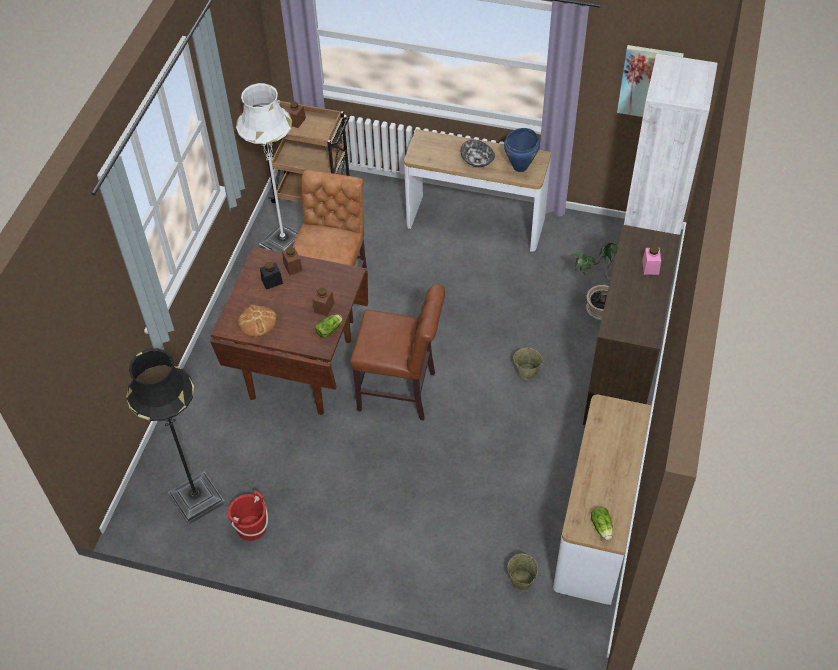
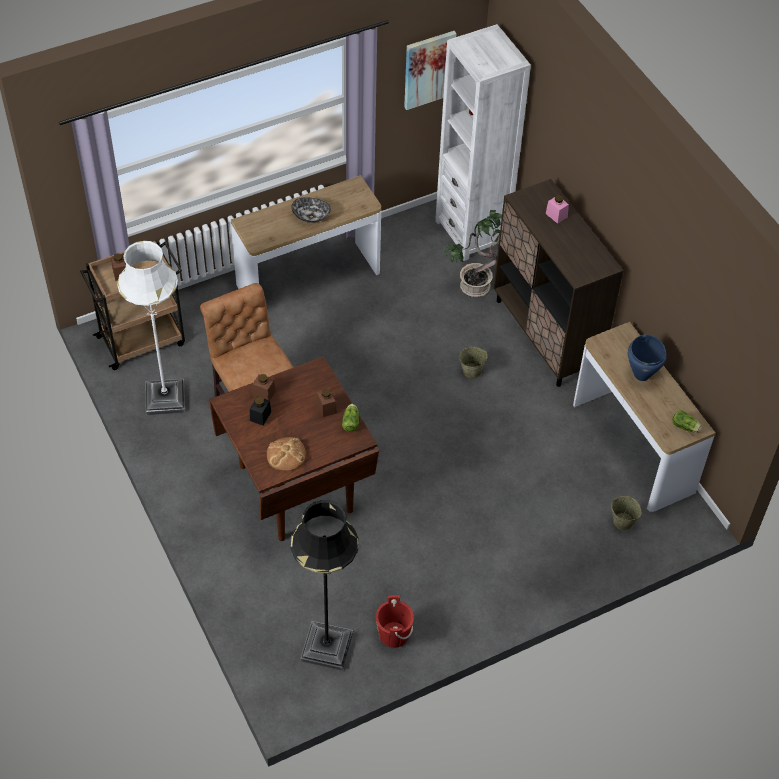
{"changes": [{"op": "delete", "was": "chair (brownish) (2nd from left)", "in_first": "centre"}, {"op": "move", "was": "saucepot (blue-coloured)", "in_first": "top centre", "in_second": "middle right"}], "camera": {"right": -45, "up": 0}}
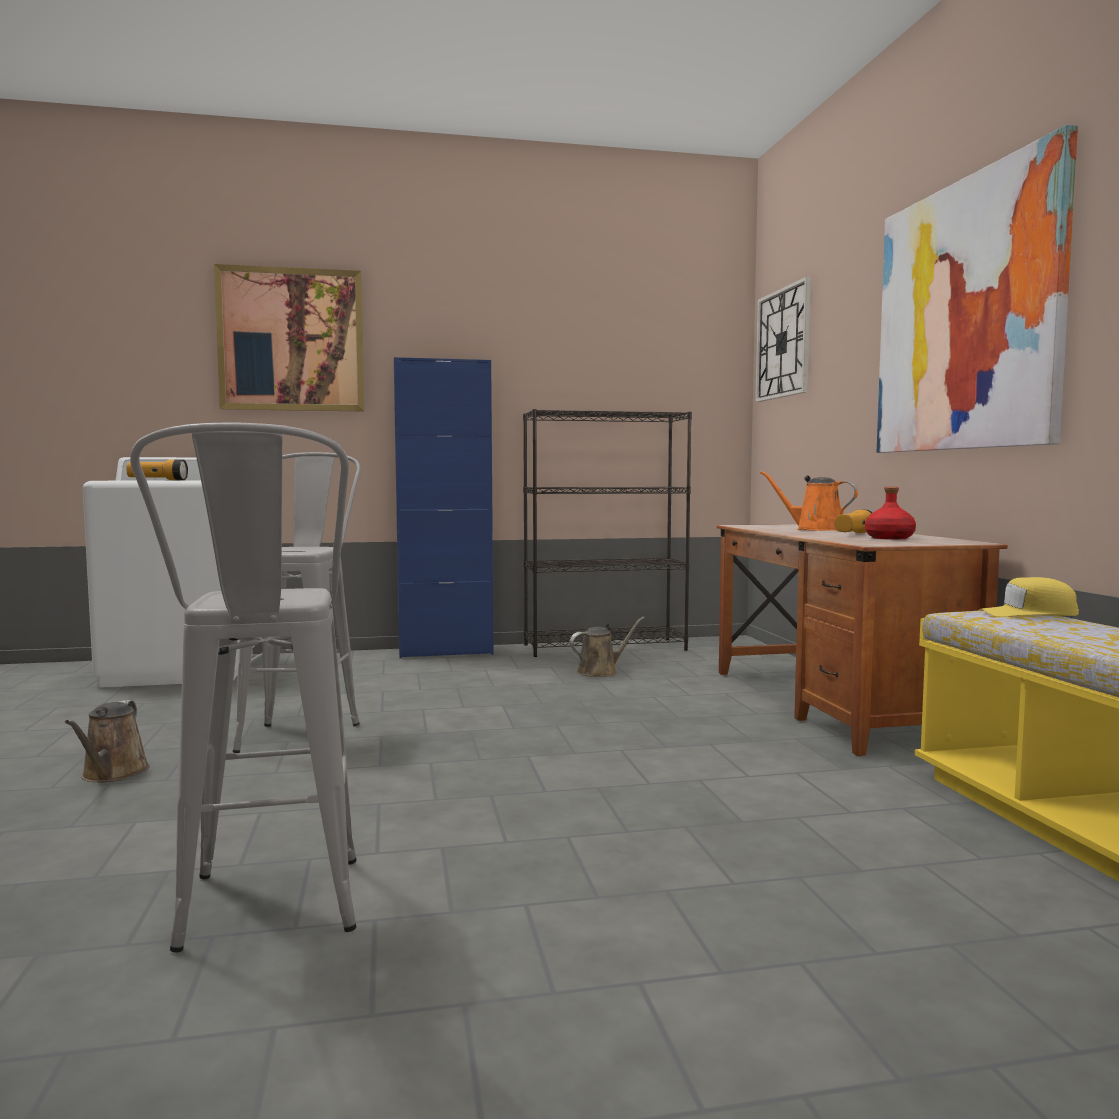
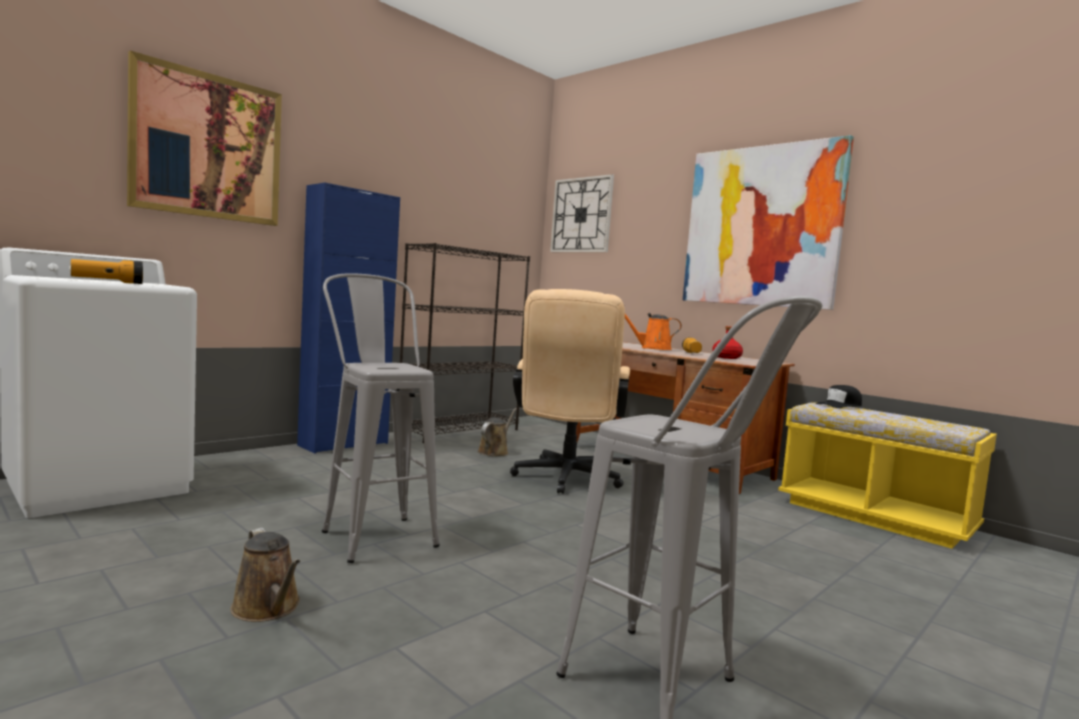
{"changes": [{"op": "insert", "now": "computer chair (beige)", "in_second": "centre"}, {"op": "recolor", "was": "cap (yellow)", "now": "cap (black)", "in_first": "middle right", "in_second": "middle right"}], "camera": {"right": -35, "up": 0}}
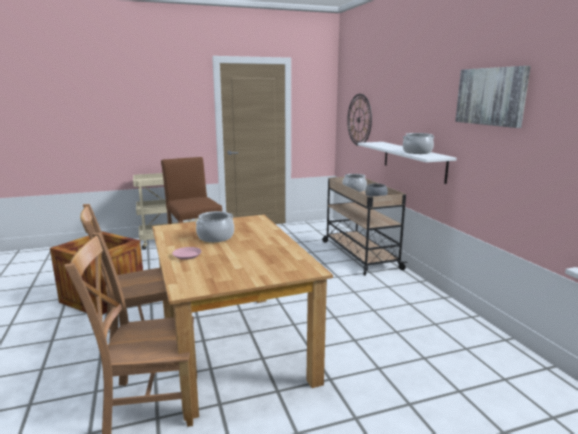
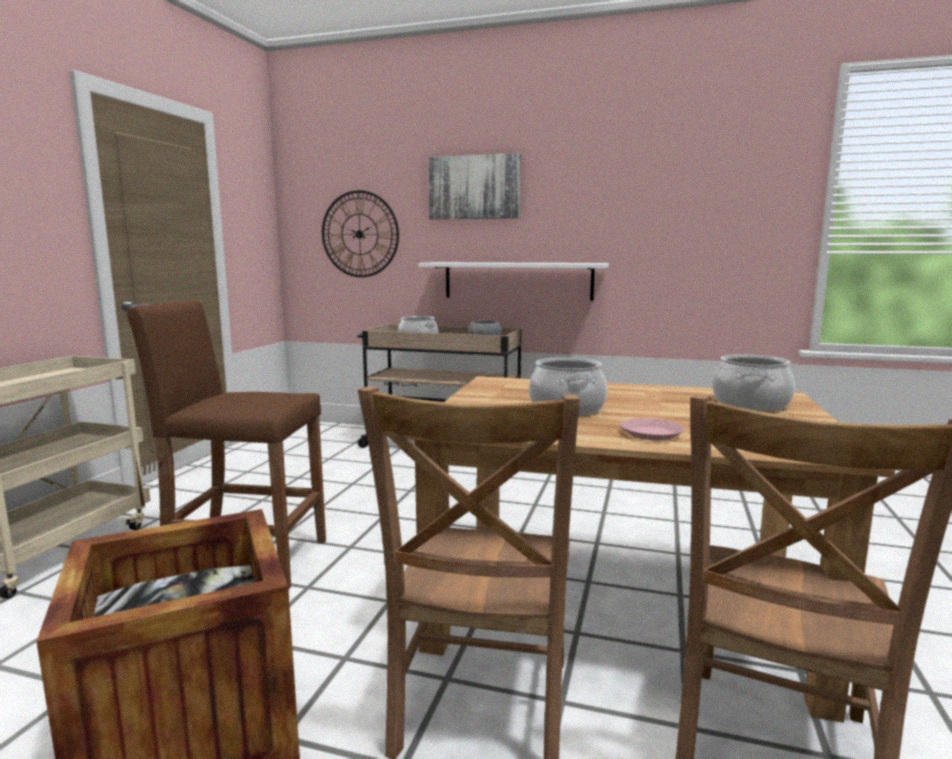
{"changes": [{"op": "move", "was": "saucepot (3rd from left)", "in_first": "top right", "in_second": "middle right"}, {"op": "move", "was": "wall art", "in_first": "top right", "in_second": "top centre"}], "camera": {"right": -55, "up": -5}}
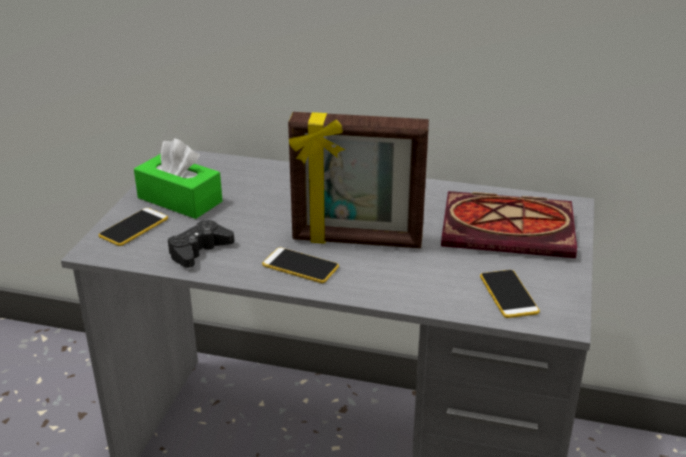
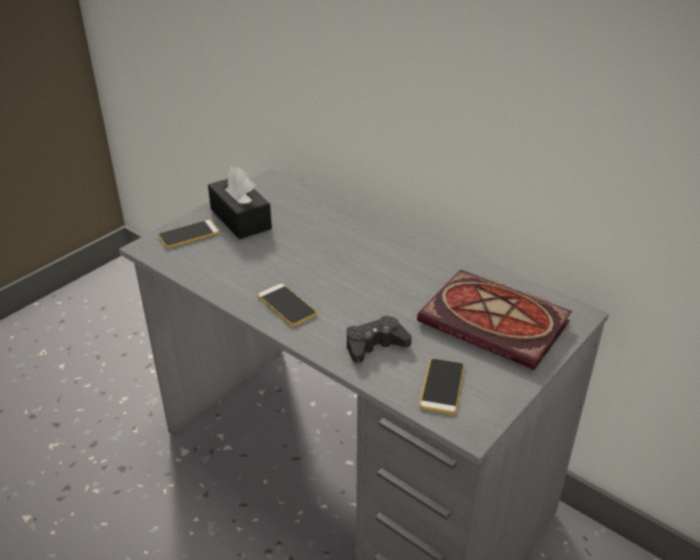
{"changes": [{"op": "delete", "was": "standing frame", "in_first": "centre"}, {"op": "move", "was": "gamepad (black)", "in_first": "middle left", "in_second": "centre"}, {"op": "recolor", "was": "tissue box (green-coloured)", "now": "tissue box (black)", "in_first": "middle left", "in_second": "centre"}], "camera": {"right": 25, "up": 5}}
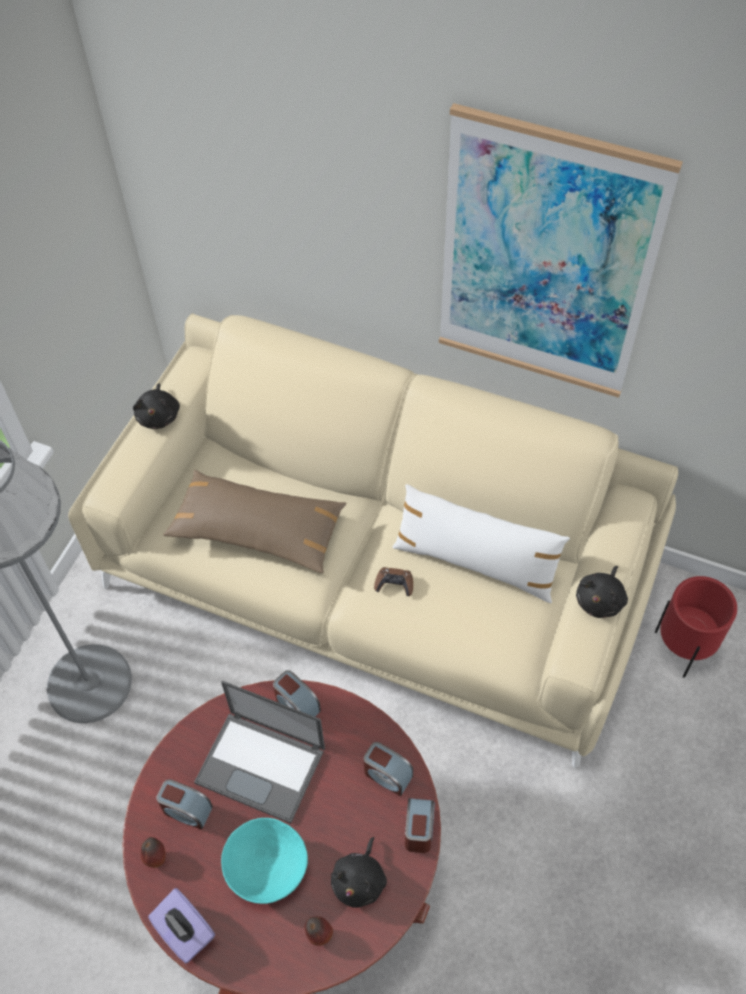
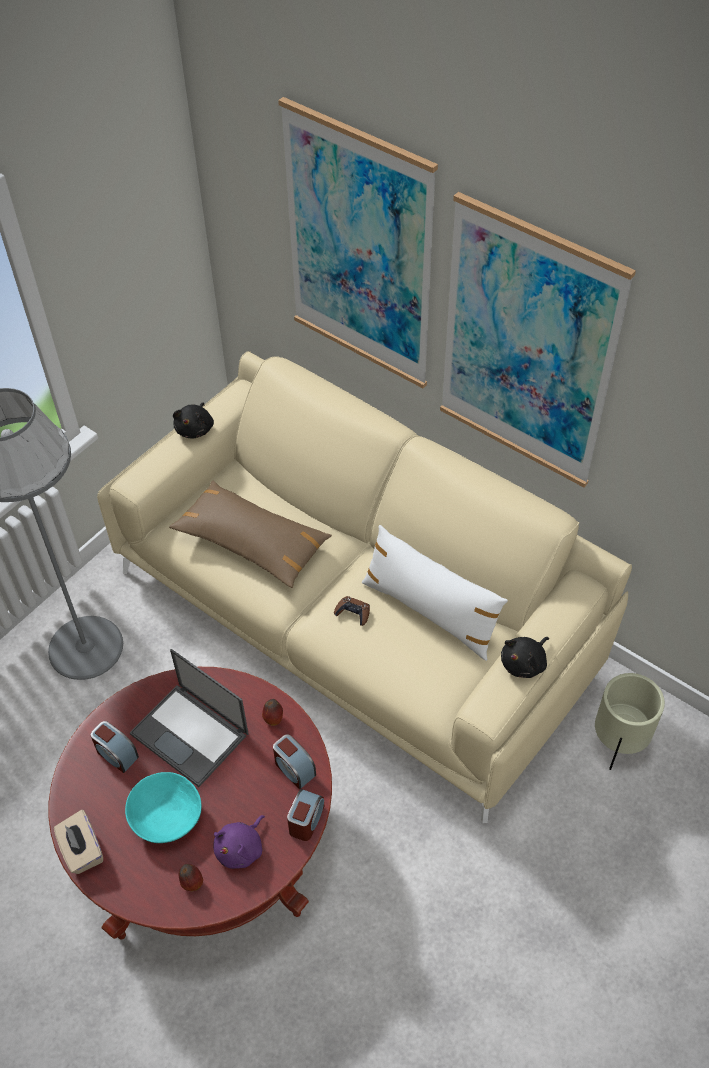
{"changes": [{"op": "delete", "was": "table clock (2nd from left)", "in_first": "bottom centre"}, {"op": "insert", "now": "wall art (1st from left)", "in_second": "top centre"}, {"op": "move", "was": "apple fruit (1st from left in the first image)", "now": "apple fruit (2nd from left)", "in_first": "bottom left", "in_second": "bottom centre"}, {"op": "recolor", "was": "tissue box (purple-coloured)", "now": "tissue box (beige)", "in_first": "bottom left", "in_second": "bottom left"}, {"op": "recolor", "was": "plush toy (black) (2nd from left)", "now": "plush toy (purple-coloured)", "in_first": "bottom centre", "in_second": "bottom centre"}, {"op": "recolor", "was": "flower pot (red-coloured)", "now": "flower pot (beige)", "in_first": "middle right", "in_second": "bottom right"}], "camera": {"right": 15, "up": -5}}
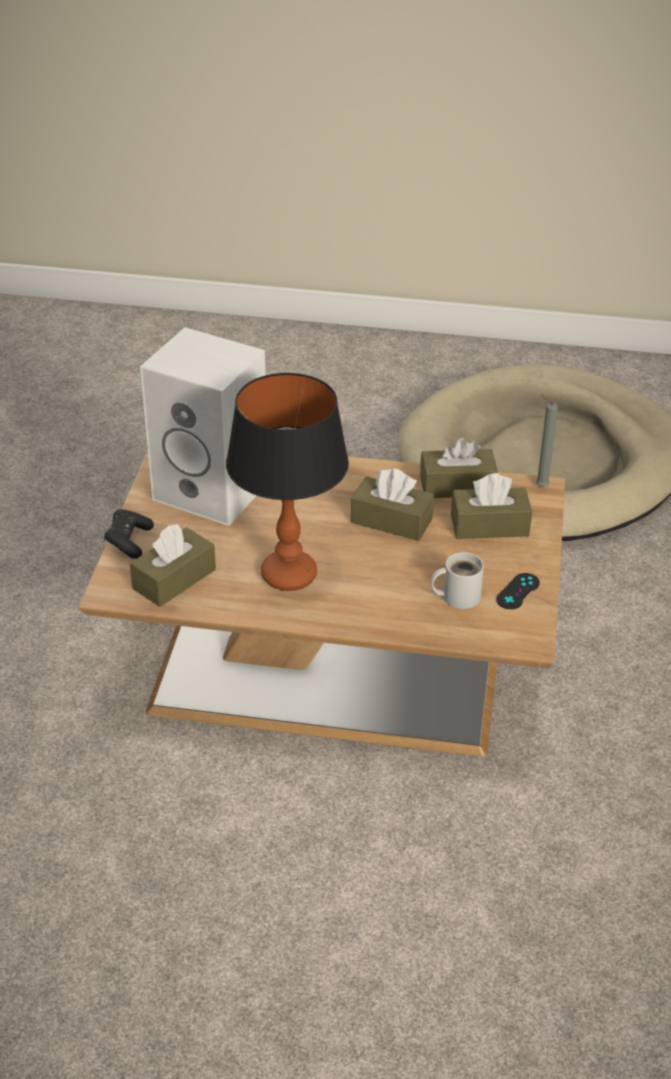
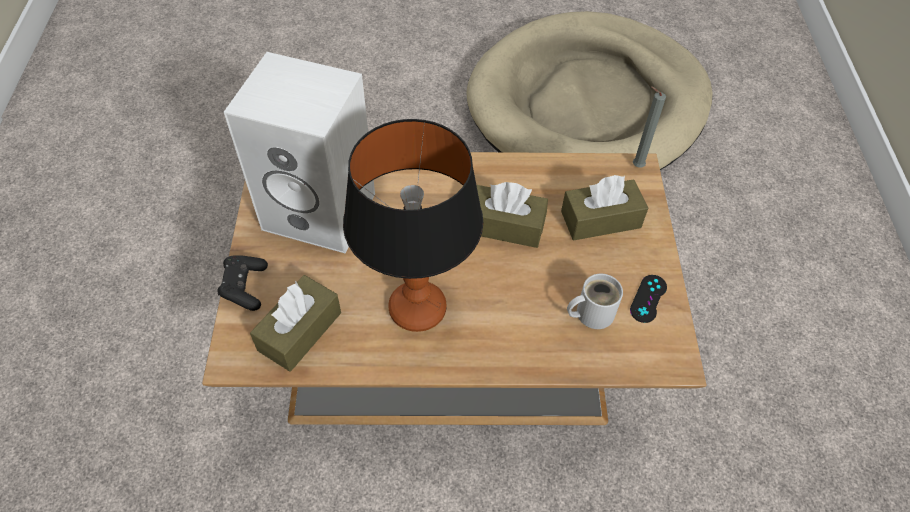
{"changes": [{"op": "delete", "was": "tissue box (brownish) (3rd from left)", "in_first": "middle right"}], "camera": {"right": -10, "up": 15}}
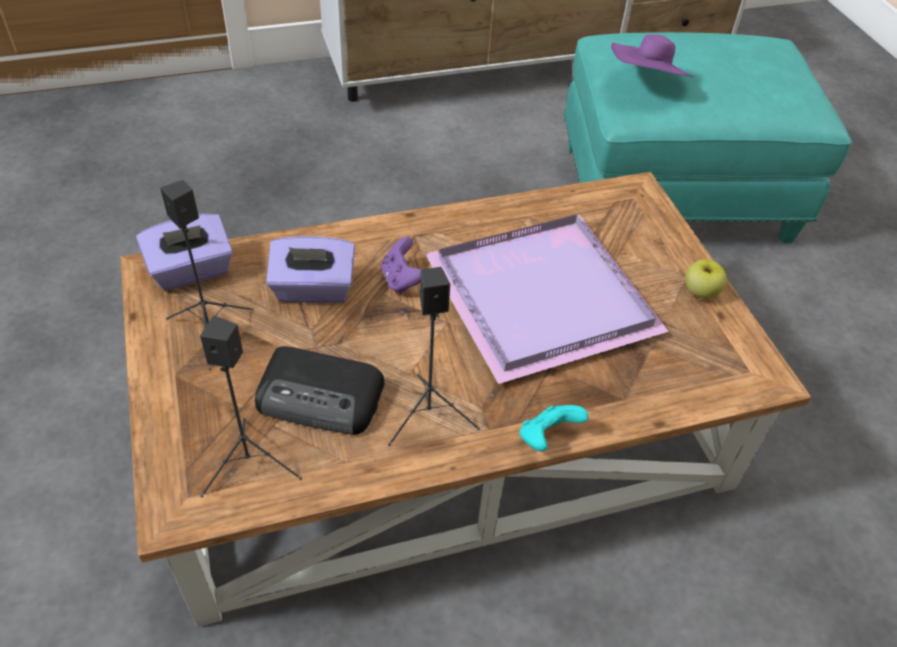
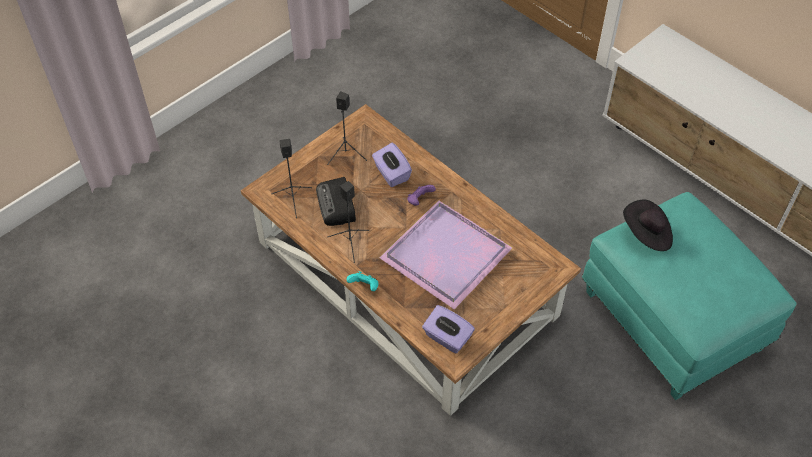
{"changes": [{"op": "delete", "was": "apple fruit", "in_first": "middle right"}, {"op": "move", "was": "tissue box (purple-coloured) (1st from left in the first image)", "now": "tissue box (purple-coloured) (2nd from left)", "in_first": "middle left", "in_second": "bottom centre"}, {"op": "recolor", "was": "clothing hat (purple-coloured)", "now": "clothing hat (black)", "in_first": "top right", "in_second": "middle right"}], "camera": {"right": 65, "up": 5}}
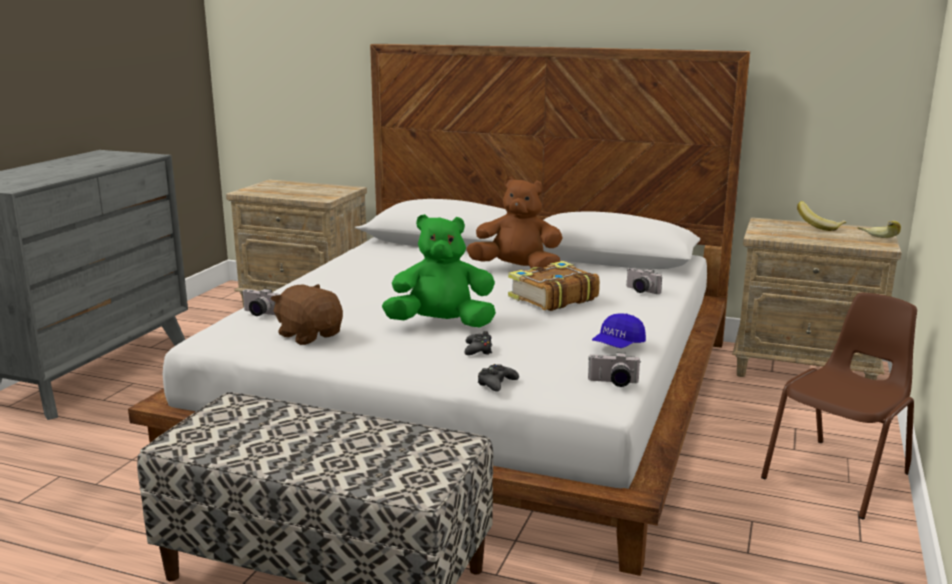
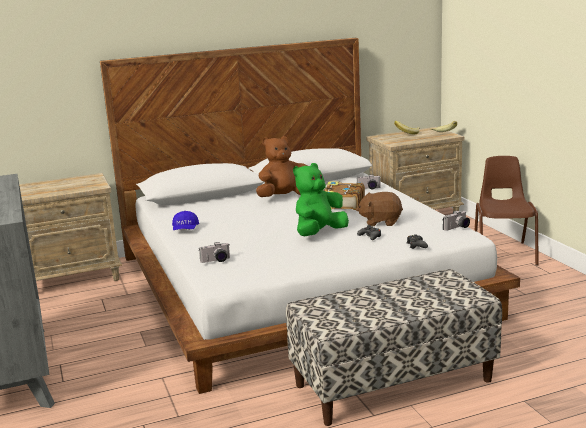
{"changes": [{"op": "move", "was": "plush toy (brownish) (1st from left in the first image)", "now": "plush toy (brownish) (2nd from left)", "in_first": "middle left", "in_second": "centre"}, {"op": "move", "was": "cap (blue-coloured)", "in_first": "centre", "in_second": "middle left"}], "camera": {"right": -40, "up": 0}}
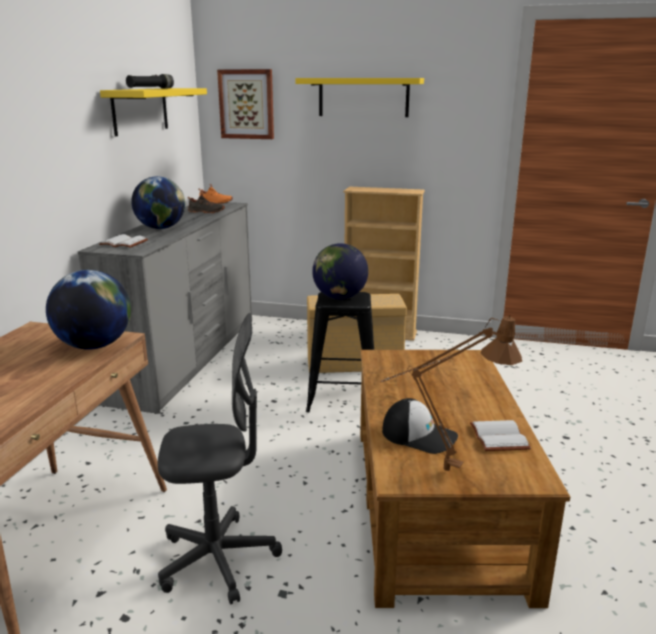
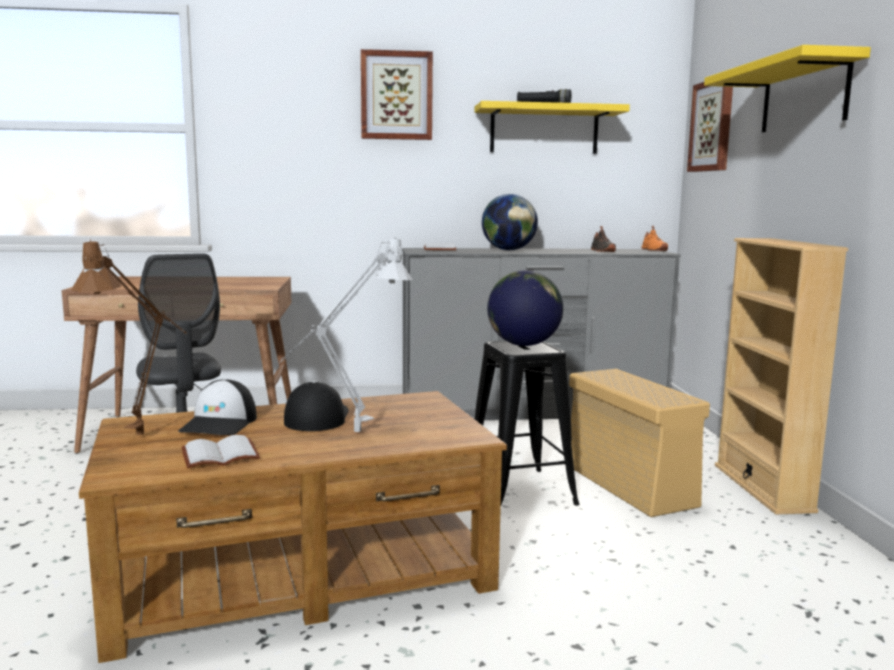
{"changes": [{"op": "delete", "was": "globe (1st from left)", "in_first": "middle left"}, {"op": "insert", "now": "lamp for a table (gray)", "in_second": "centre"}, {"op": "insert", "now": "cap (2nd from left)", "in_second": "centre"}, {"op": "insert", "now": "wall art (1st from left)", "in_second": "top centre"}], "camera": {"right": 70, "up": -10}}
